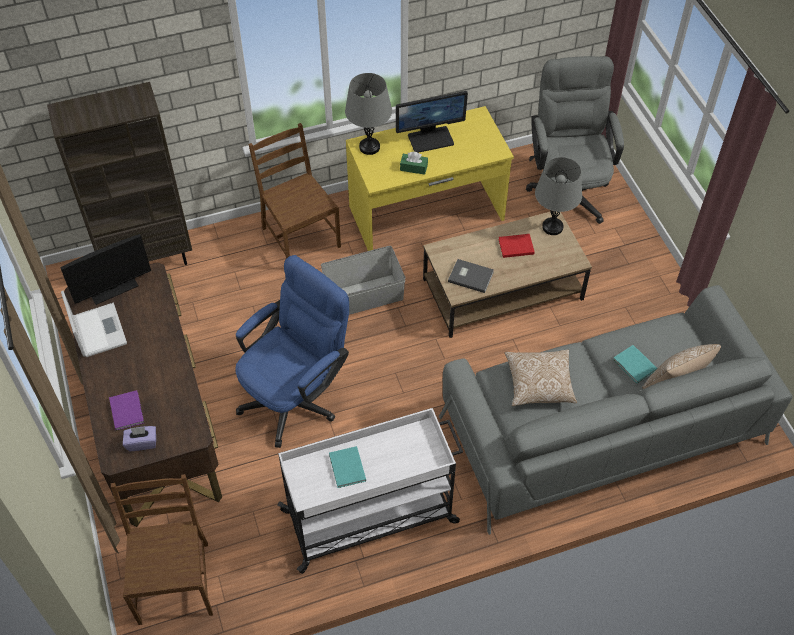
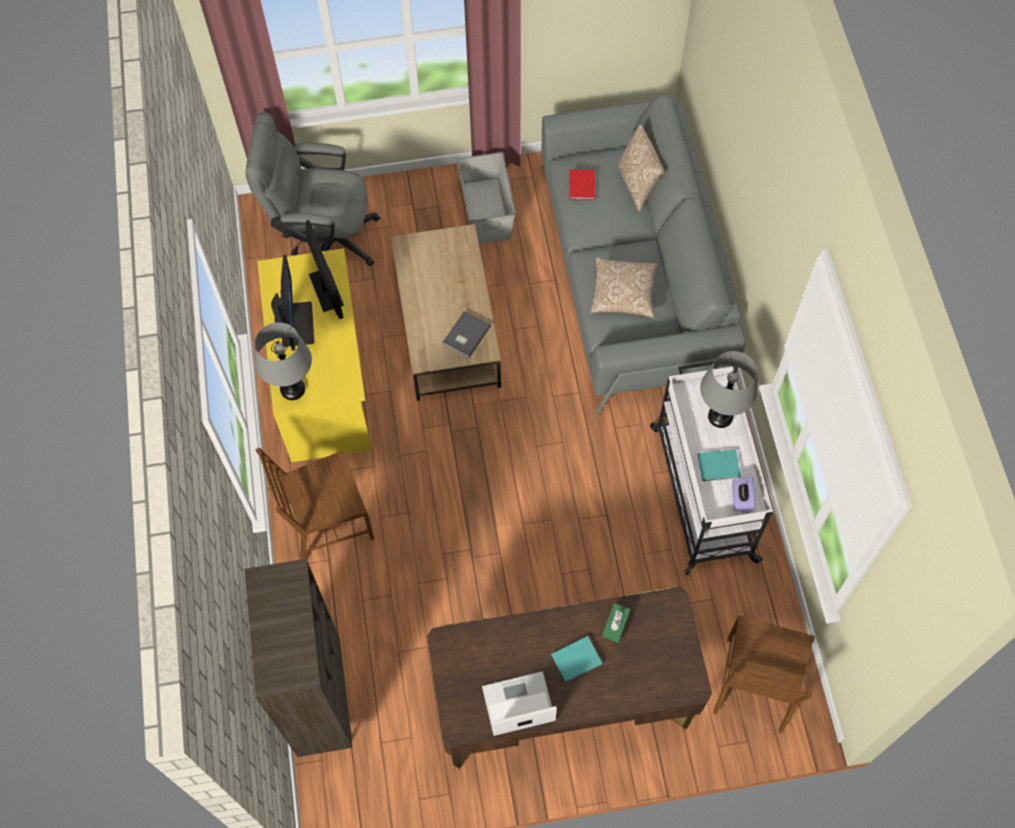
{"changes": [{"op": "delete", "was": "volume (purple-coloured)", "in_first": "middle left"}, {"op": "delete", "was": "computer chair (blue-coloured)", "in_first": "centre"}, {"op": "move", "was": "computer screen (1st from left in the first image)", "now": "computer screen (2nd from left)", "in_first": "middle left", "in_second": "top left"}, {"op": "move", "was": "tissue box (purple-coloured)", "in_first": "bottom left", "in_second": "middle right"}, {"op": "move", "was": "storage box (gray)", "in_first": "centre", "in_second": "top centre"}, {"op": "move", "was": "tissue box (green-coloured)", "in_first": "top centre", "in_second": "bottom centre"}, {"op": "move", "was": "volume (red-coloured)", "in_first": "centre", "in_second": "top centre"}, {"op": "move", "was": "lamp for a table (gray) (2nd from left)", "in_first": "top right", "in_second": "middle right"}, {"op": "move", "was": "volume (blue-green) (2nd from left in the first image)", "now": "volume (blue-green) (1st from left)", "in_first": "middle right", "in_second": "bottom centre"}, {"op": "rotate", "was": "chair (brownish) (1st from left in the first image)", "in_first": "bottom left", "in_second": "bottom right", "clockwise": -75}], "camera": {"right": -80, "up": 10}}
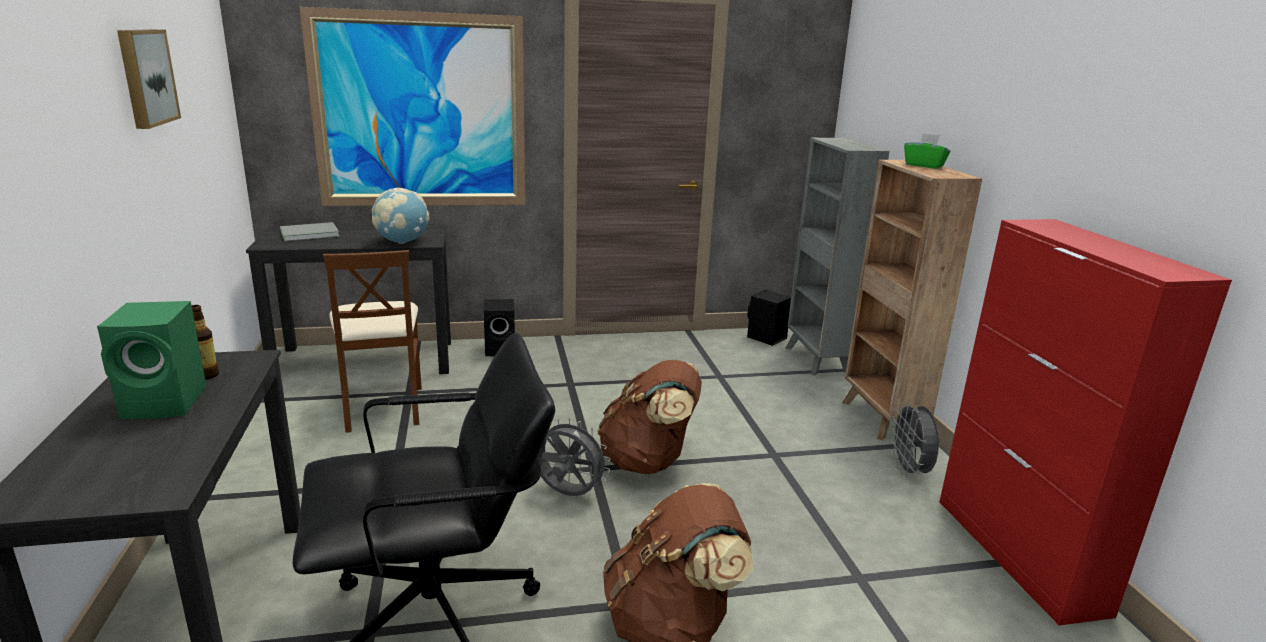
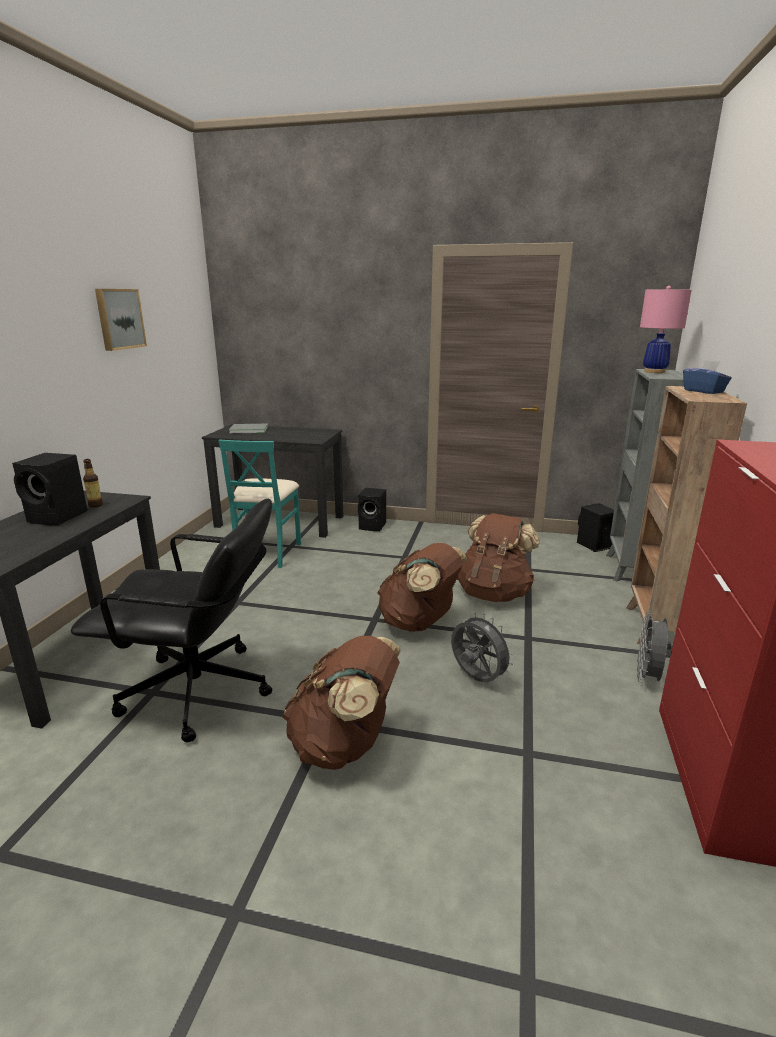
{"changes": [{"op": "delete", "was": "wall art (2nd from left)", "in_first": "top left"}, {"op": "delete", "was": "globe", "in_first": "middle left"}, {"op": "insert", "now": "backpack (brownish) (3rd from left)", "in_second": "centre"}, {"op": "insert", "now": "lamp for a table (pinkish)", "in_second": "top right"}, {"op": "move", "was": "fan (gray) (1st from left)", "in_first": "bottom centre", "in_second": "centre"}, {"op": "recolor", "was": "loudspeaker (green-coloured)", "now": "loudspeaker (black) (1st from left)", "in_first": "middle left", "in_second": "middle left"}, {"op": "recolor", "was": "chair (brownish)", "now": "chair (blue-green)", "in_first": "middle left", "in_second": "centre"}, {"op": "recolor", "was": "tissue box (green-coloured)", "now": "tissue box (blue-coloured)", "in_first": "top right", "in_second": "middle right"}], "camera": {"right": 25, "up": 0}}
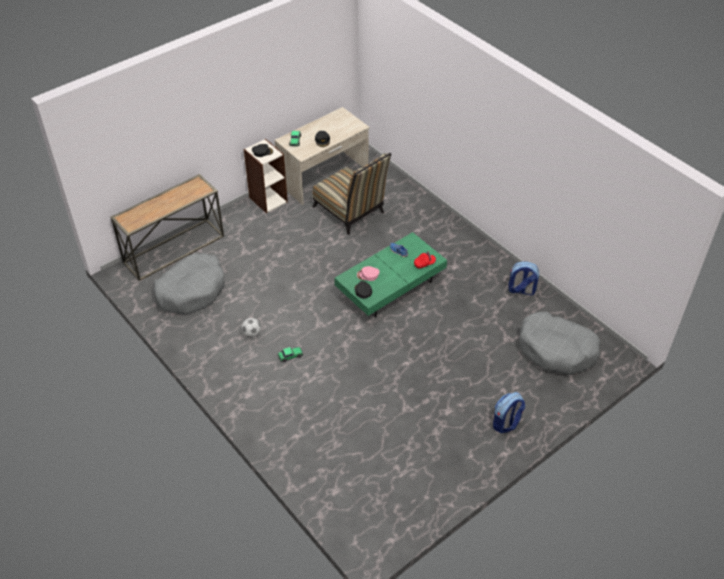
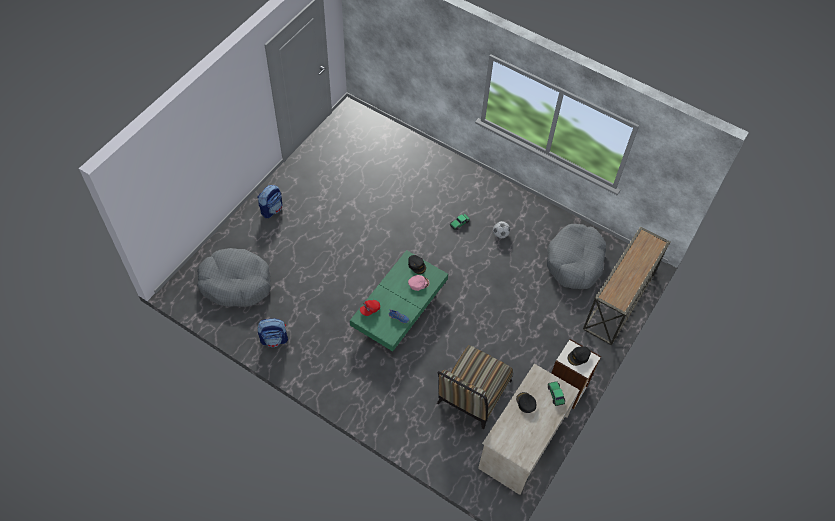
{"changes": [{"op": "rotate", "was": "chair", "in_first": "centre", "in_second": "bottom centre", "clockwise": -90}], "camera": {"right": 160, "up": 10}}
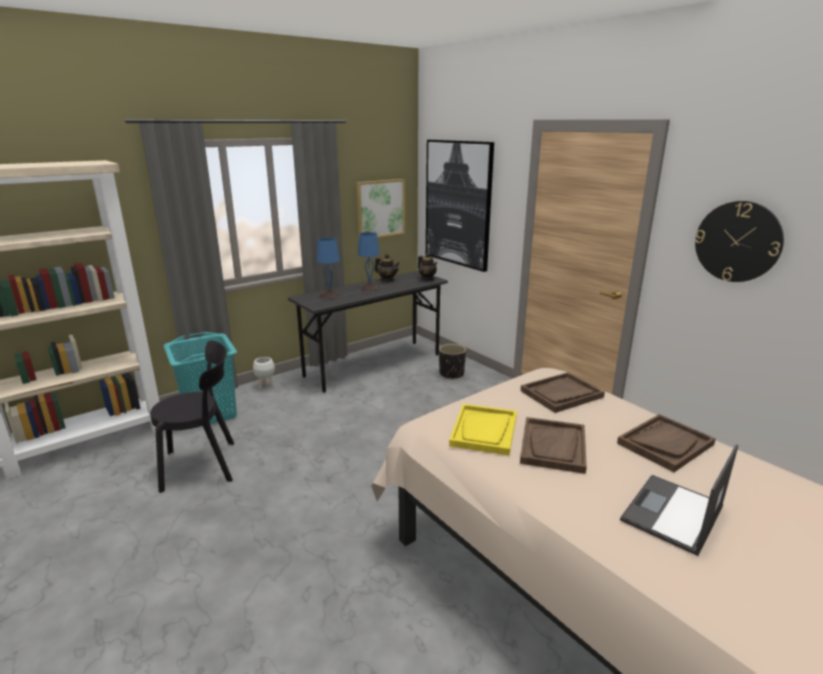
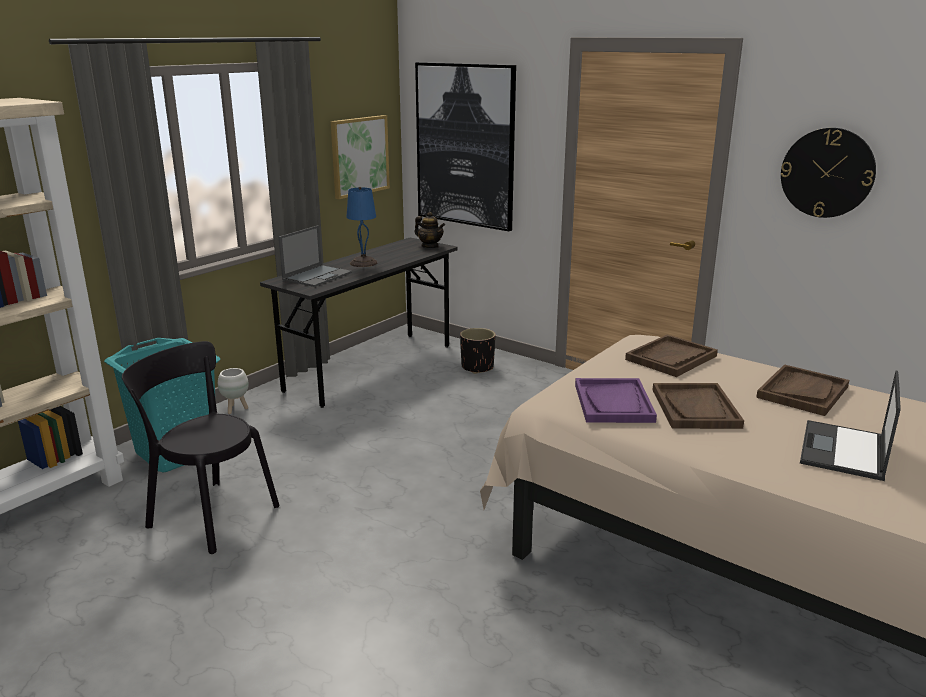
{"changes": [{"op": "delete", "was": "tea pot (1st from left)", "in_first": "centre"}, {"op": "replace", "was": "lamp for a table (blue-coloured) (1st from left)", "now": "laptop (1st from left)", "in_first": "centre", "in_second": "centre"}, {"op": "recolor", "was": "carrying tray (yellow)", "now": "carrying tray (purple-coloured)", "in_first": "centre", "in_second": "centre"}, {"op": "rotate", "was": "chair (black)", "in_first": "middle left", "in_second": "middle left", "clockwise": -120}], "camera": {"right": -15, "up": 0}}
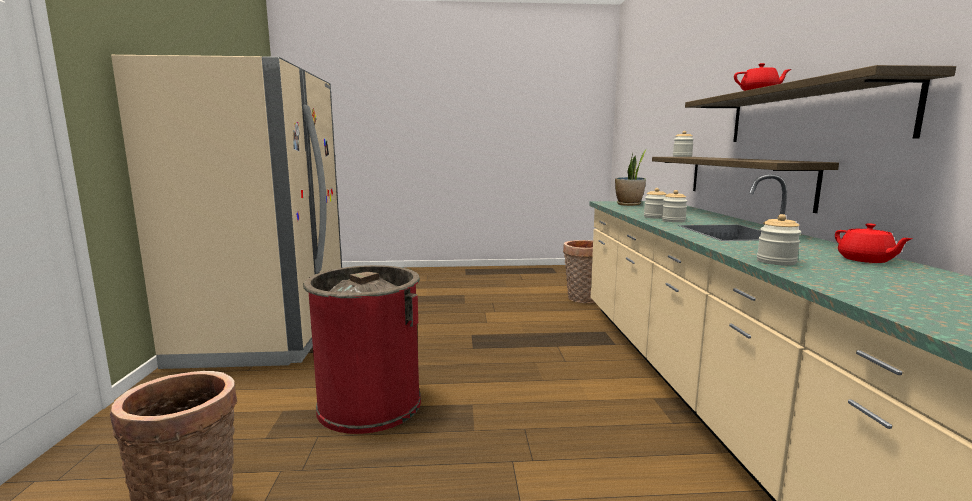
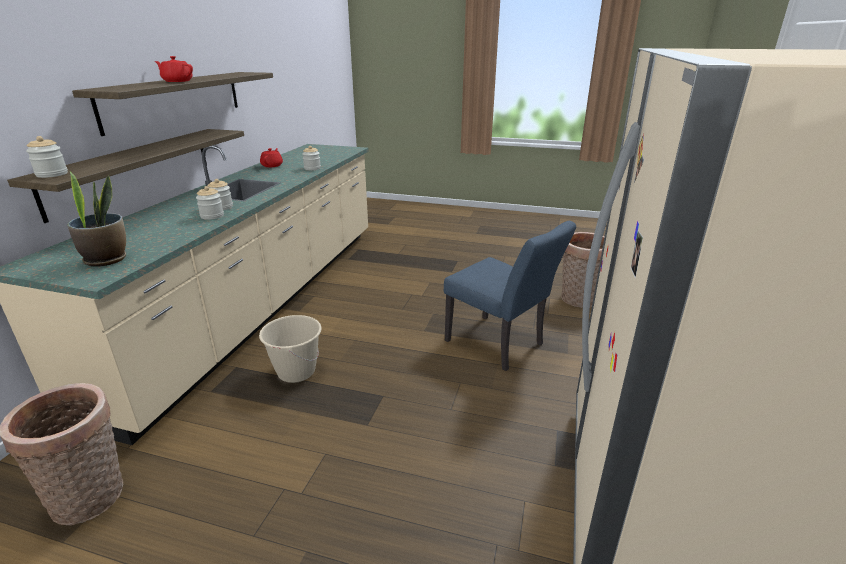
{"changes": [{"op": "insert", "now": "pail (beige)", "in_second": "centre"}, {"op": "replace", "was": "trash can (red-coloured)", "now": "chair (blue-coloured)", "in_first": "bottom centre", "in_second": "centre"}], "camera": {"right": -160, "up": 15}}
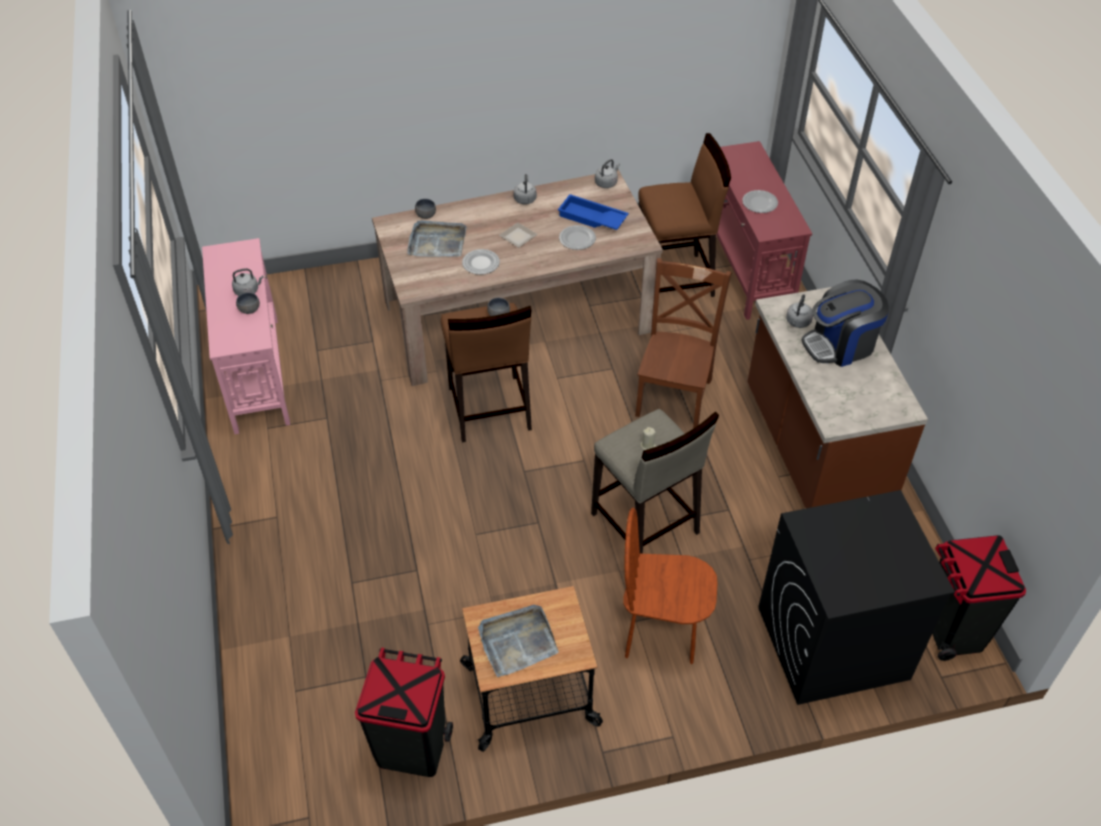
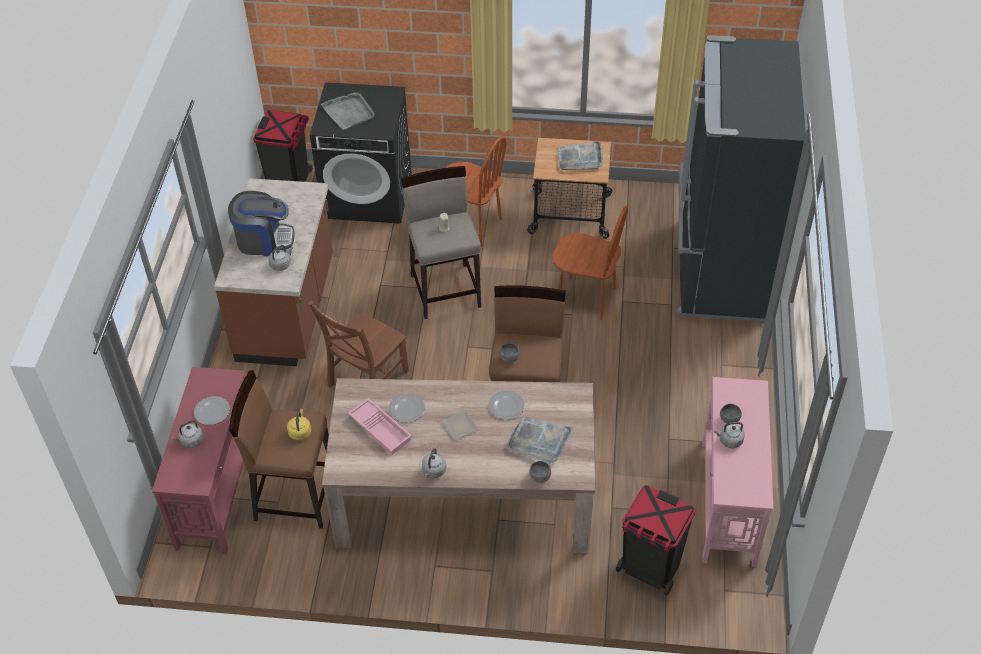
{"changes": [{"op": "insert", "now": "water kettle (yellow)", "in_second": "middle left"}, {"op": "insert", "now": "carrying tray (gray) (1st from left)", "in_second": "top centre"}, {"op": "insert", "now": "chair (brownish) (3rd from left)", "in_second": "centre"}, {"op": "insert", "now": "fridge (black)", "in_second": "top right"}, {"op": "move", "was": "trash can (black) (1st from left in the first image)", "now": "trash can (black) (2nd from left)", "in_first": "bottom centre", "in_second": "bottom right"}, {"op": "move", "was": "water kettle (gray) (3rd from left in the first image)", "now": "water kettle (gray) (1st from left)", "in_first": "top centre", "in_second": "middle left"}, {"op": "recolor", "was": "carrying tray (blue-coloured)", "now": "carrying tray (pinkish)", "in_first": "top centre", "in_second": "centre"}], "camera": {"right": -160, "up": 0}}
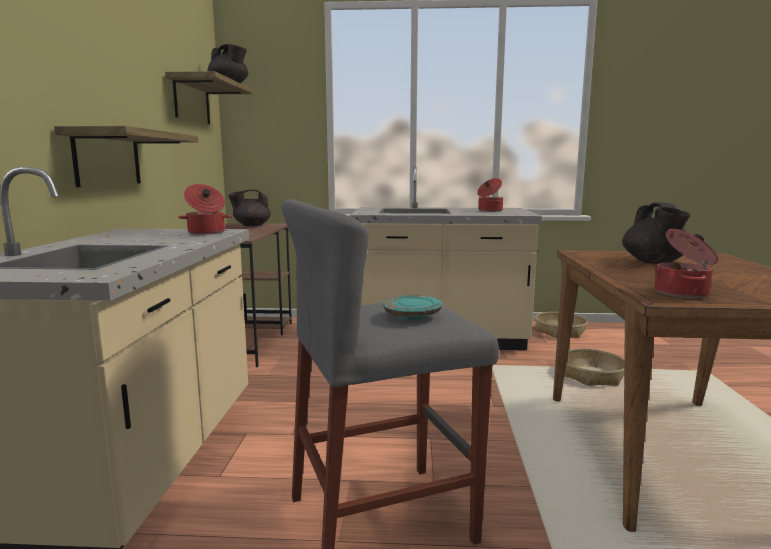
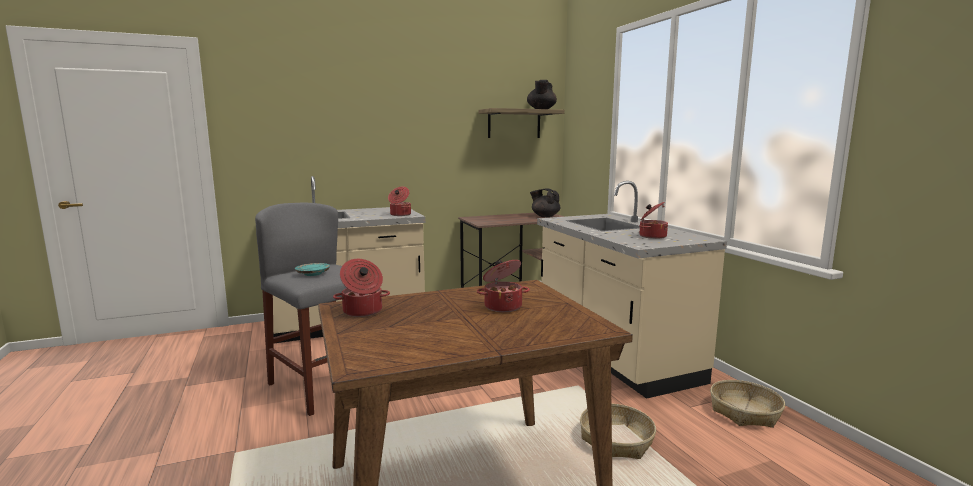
{"changes": [{"op": "delete", "was": "shelf (1st from left)", "in_first": "top left"}, {"op": "replace", "was": "tea pot (black) (3rd from left)", "now": "saucepot (3rd from left)", "in_first": "middle right", "in_second": "centre"}], "camera": {"right": 65, "up": 0}}
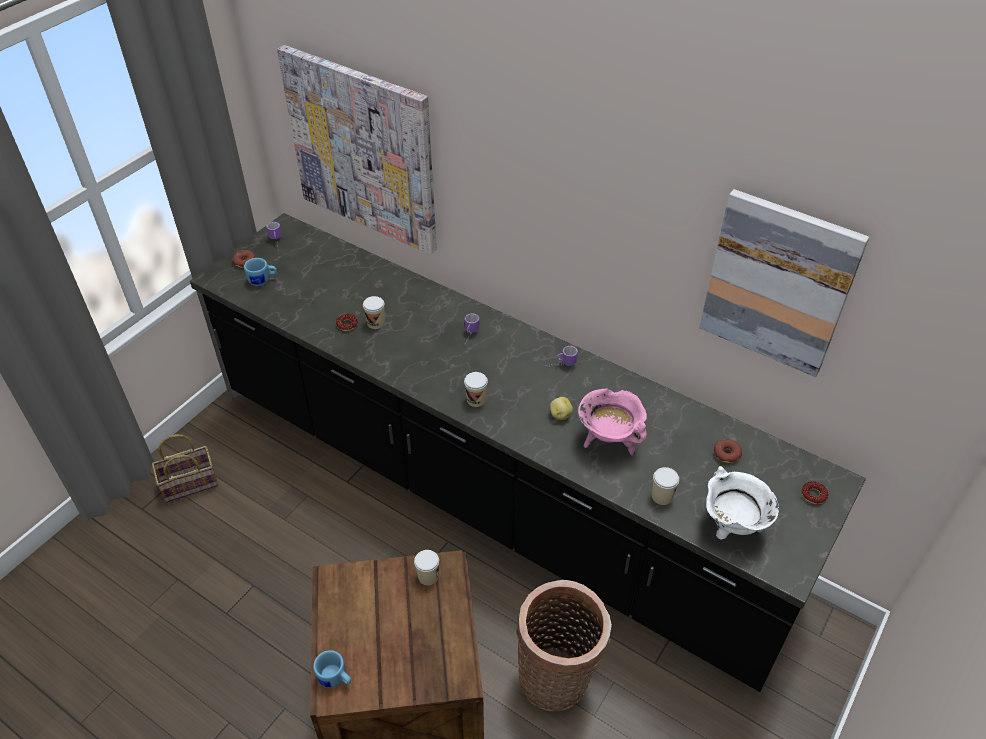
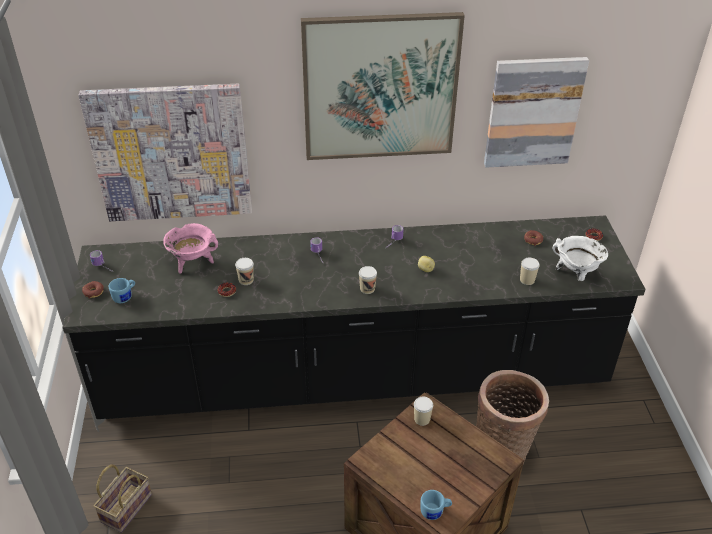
{"changes": [{"op": "insert", "now": "wall art (2nd from left)", "in_second": "top centre"}, {"op": "move", "was": "saucepot (pinkish)", "in_first": "centre", "in_second": "middle left"}], "camera": {"right": -40, "up": -5}}
